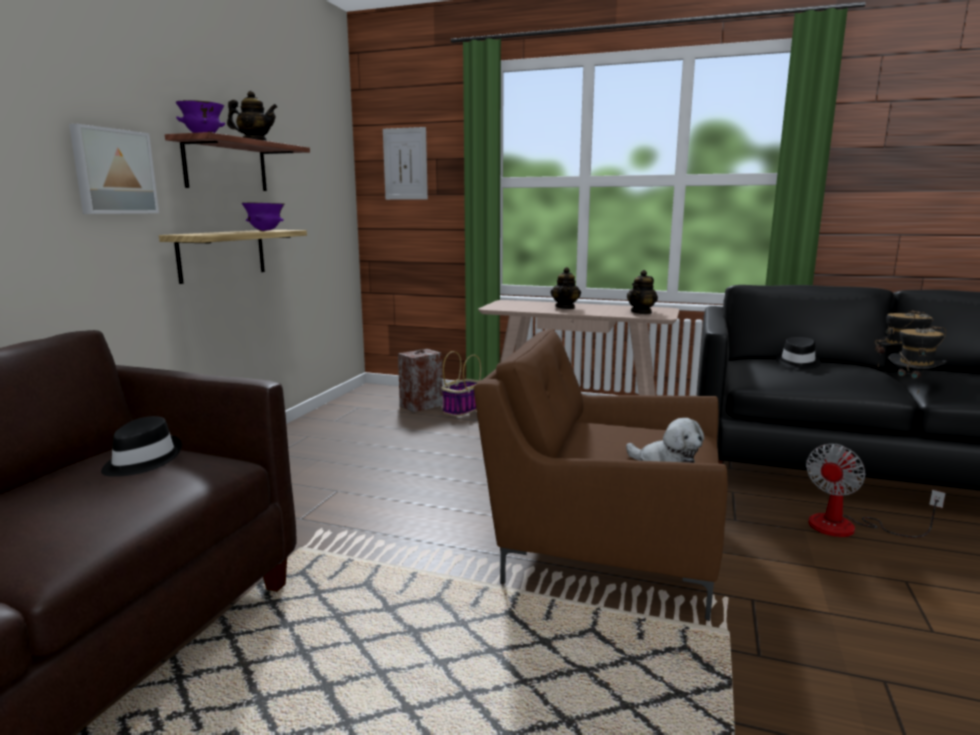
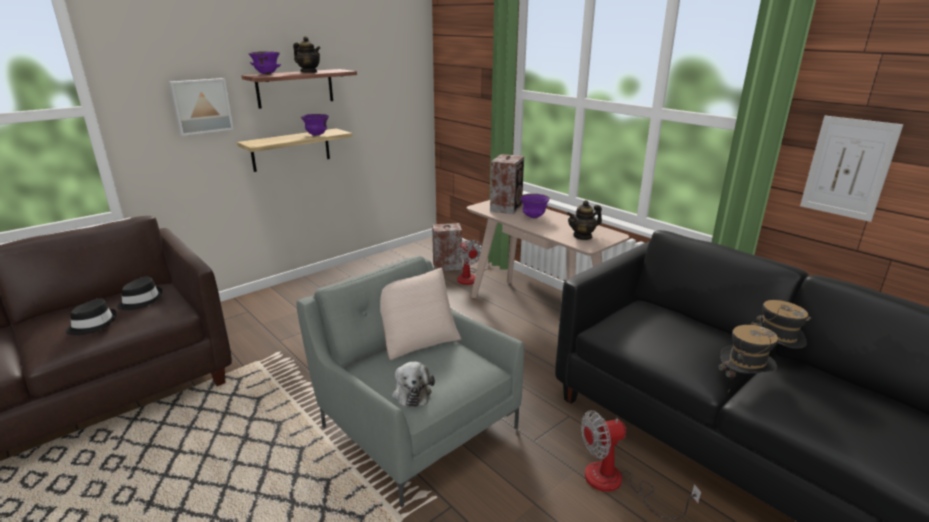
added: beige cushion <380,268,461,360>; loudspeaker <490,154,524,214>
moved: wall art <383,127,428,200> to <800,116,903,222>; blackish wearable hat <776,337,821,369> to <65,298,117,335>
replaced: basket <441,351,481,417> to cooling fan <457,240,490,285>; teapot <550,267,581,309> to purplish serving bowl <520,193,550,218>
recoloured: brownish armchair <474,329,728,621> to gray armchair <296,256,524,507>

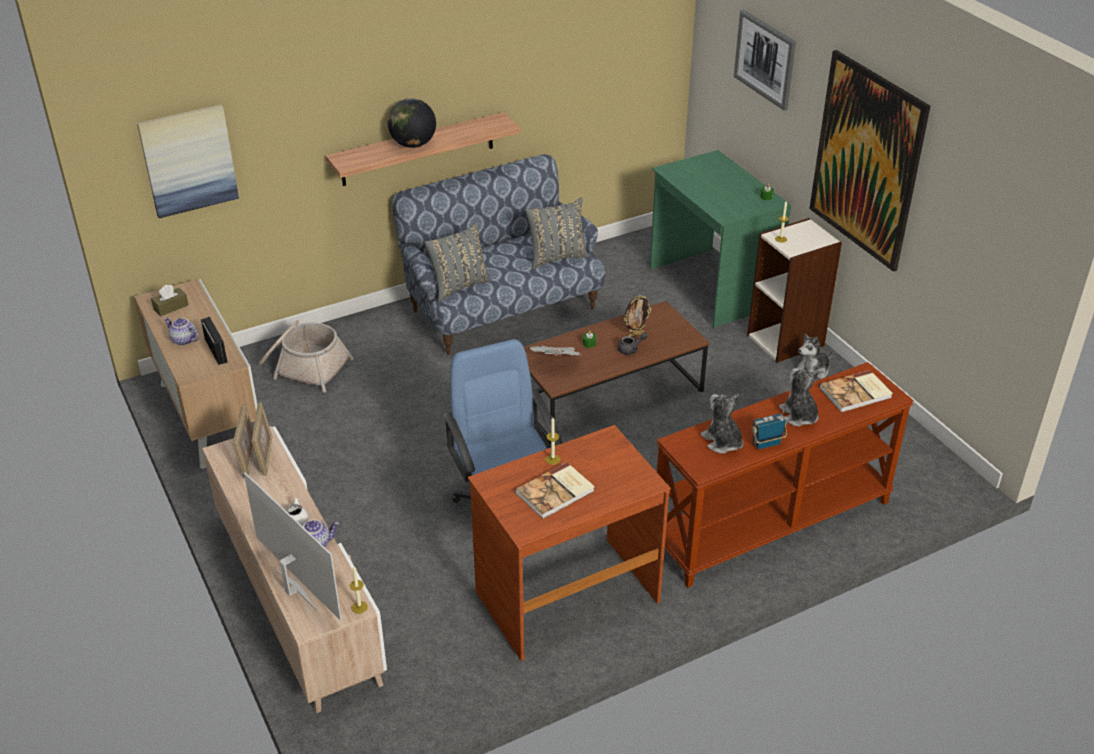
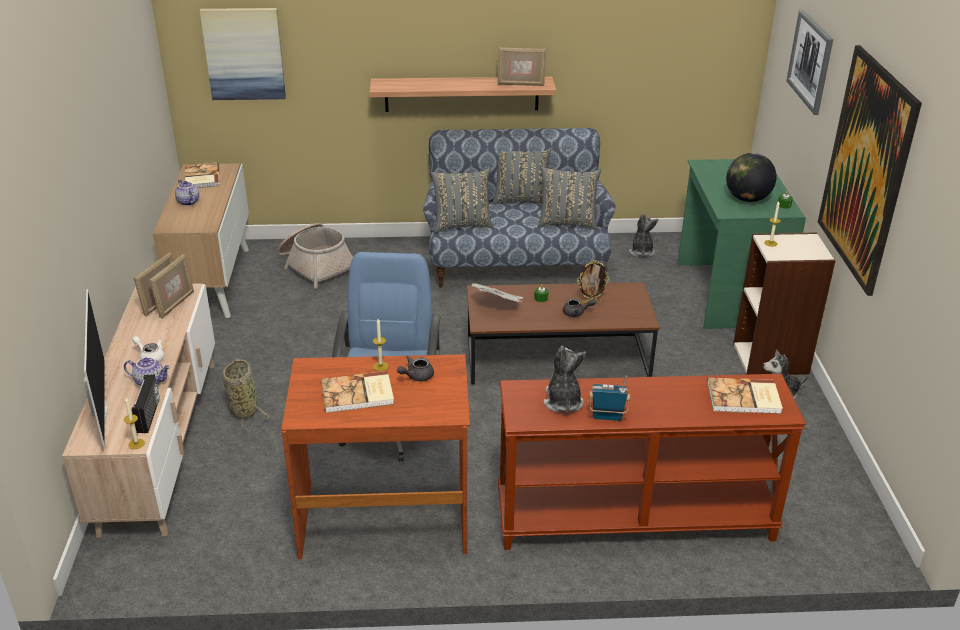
added: basket <222,359,269,430>; gray teapot <397,355,434,381>; gray cushion <492,148,551,204>; picture frame <498,47,546,86>
moved: radio receiver <201,317,228,365> to <132,374,160,433>; desk globe <388,98,436,148> to <726,153,777,202>; cuddly toy <779,368,819,427> to <629,213,658,257>
replaced: brownish box of tissues <151,285,188,316> to bound book <185,162,220,188>

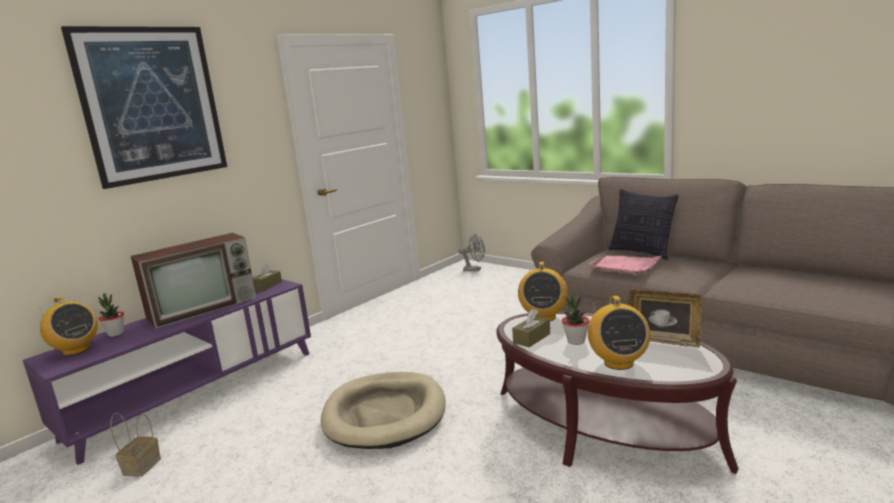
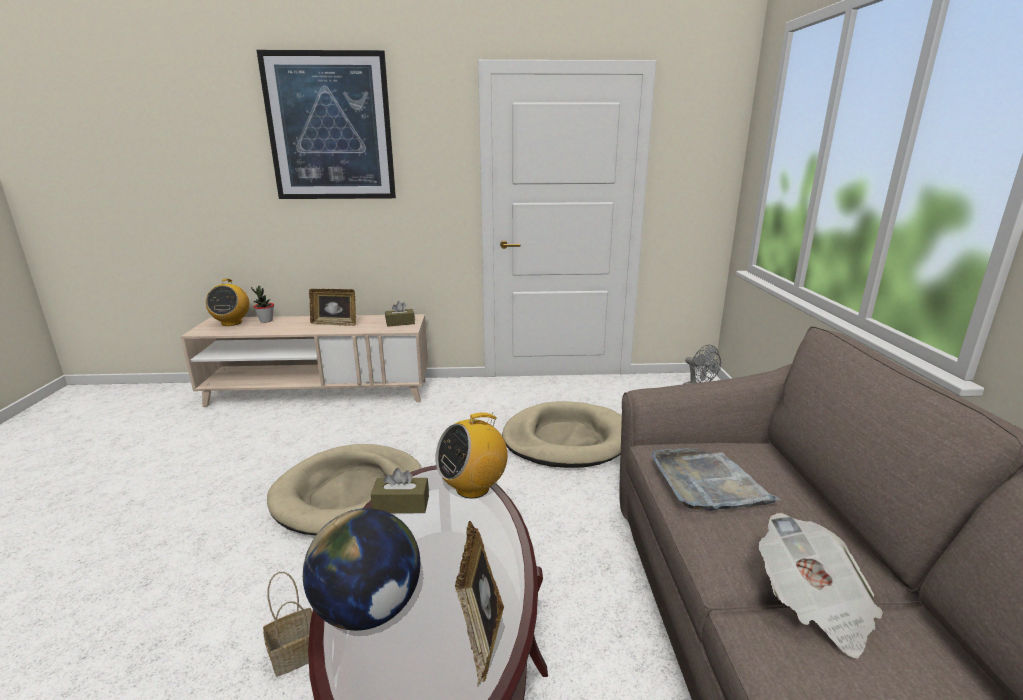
removed: houseplant <562,293,589,345>; cushion <609,189,679,260>
added: beige pet bed <502,401,622,468>; daily paper <759,513,883,658>
moved: basket <111,413,161,477> to <263,572,313,677>
replaced: TV set <131,233,256,329> to picture frame <309,289,356,326>; radio receiver <588,296,650,370> to desk globe <303,508,420,631>
recoloured: purplish tv unit <23,279,311,465> to beige tv unit <180,314,428,407>; pink-coloured tray <589,256,662,275> to gray tray <652,448,781,511>

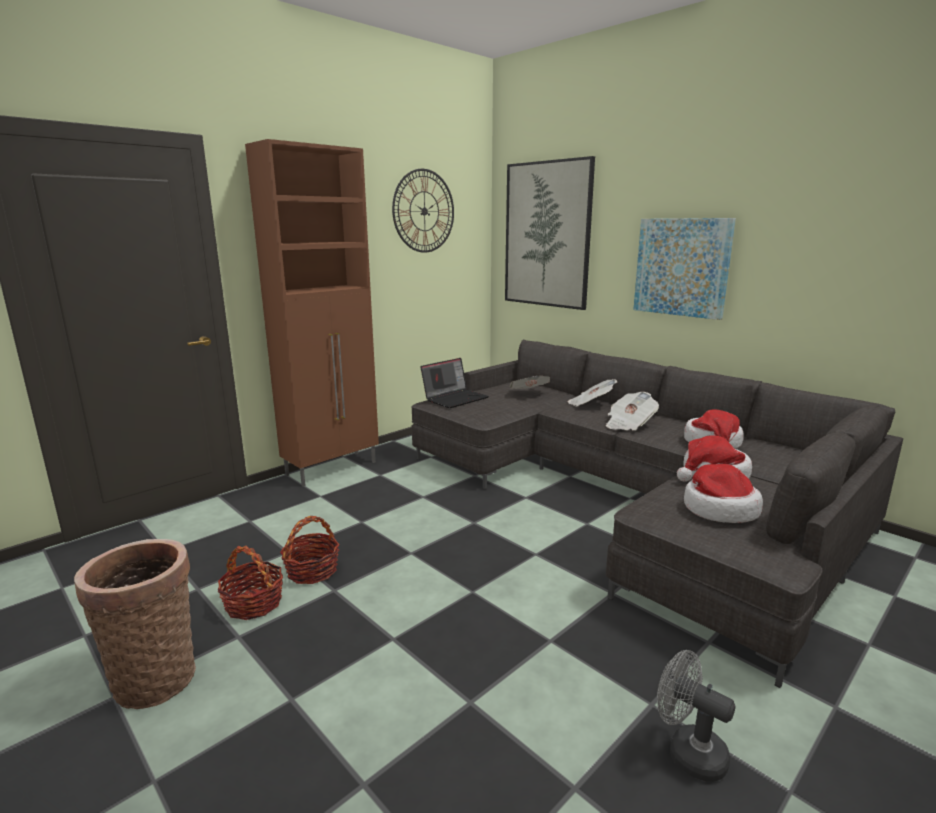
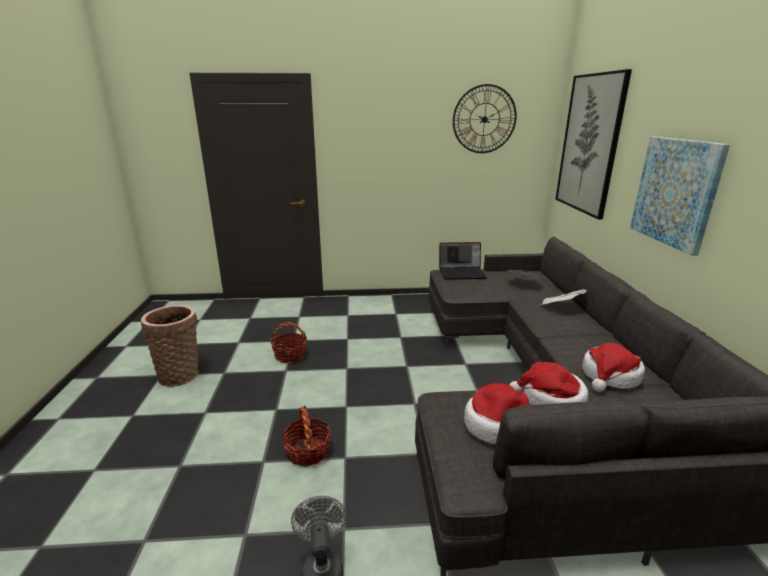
removed: brownish storage cabinet <245,139,379,486>; daily paper <606,392,659,431>
moved: basket <218,545,283,620> to <282,406,332,467>

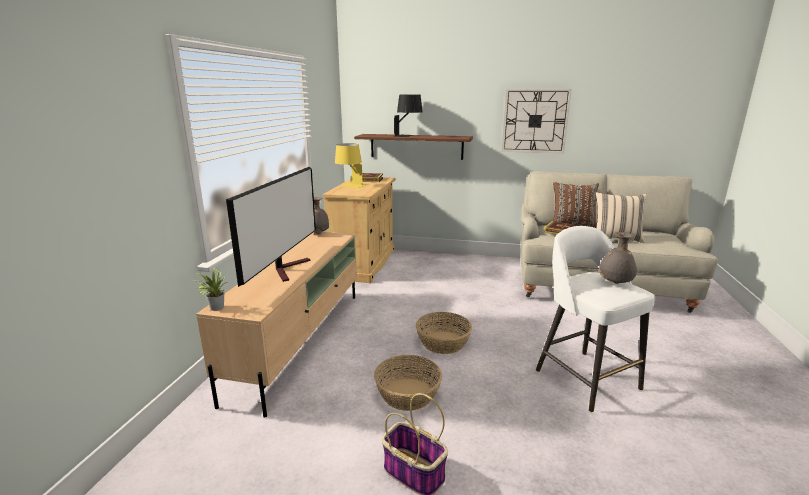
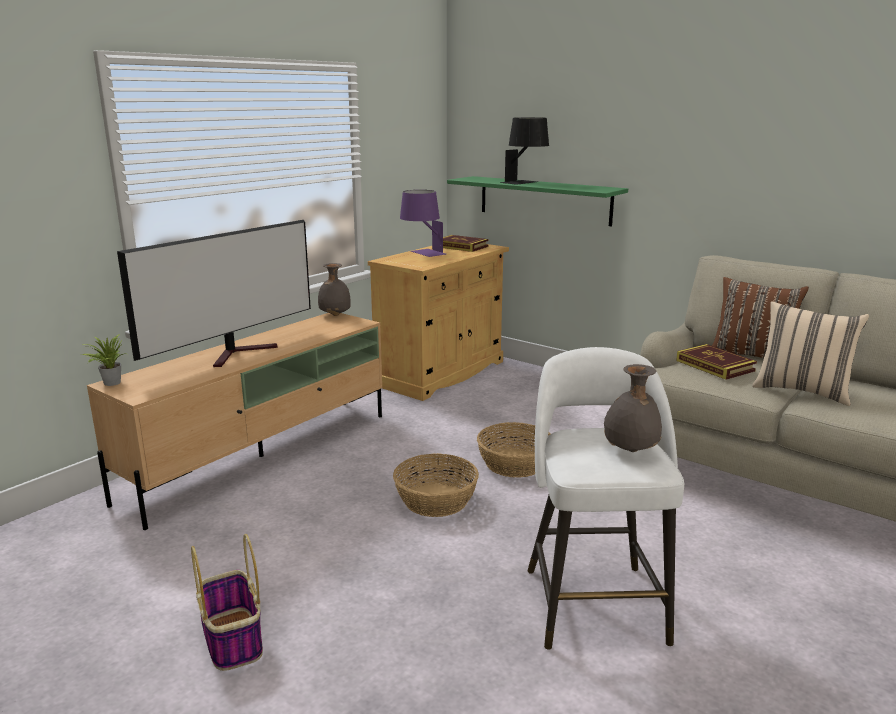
removed: clock on the wall <502,89,572,153>
moved: basket <374,355,442,411> to <477,422,551,477>
recoloured: yellowish lamp for a table <335,143,366,188> to purplish lamp for a table <400,190,446,257>; brownish wall shelf <354,134,473,160> to greenish wall shelf <447,176,628,226>

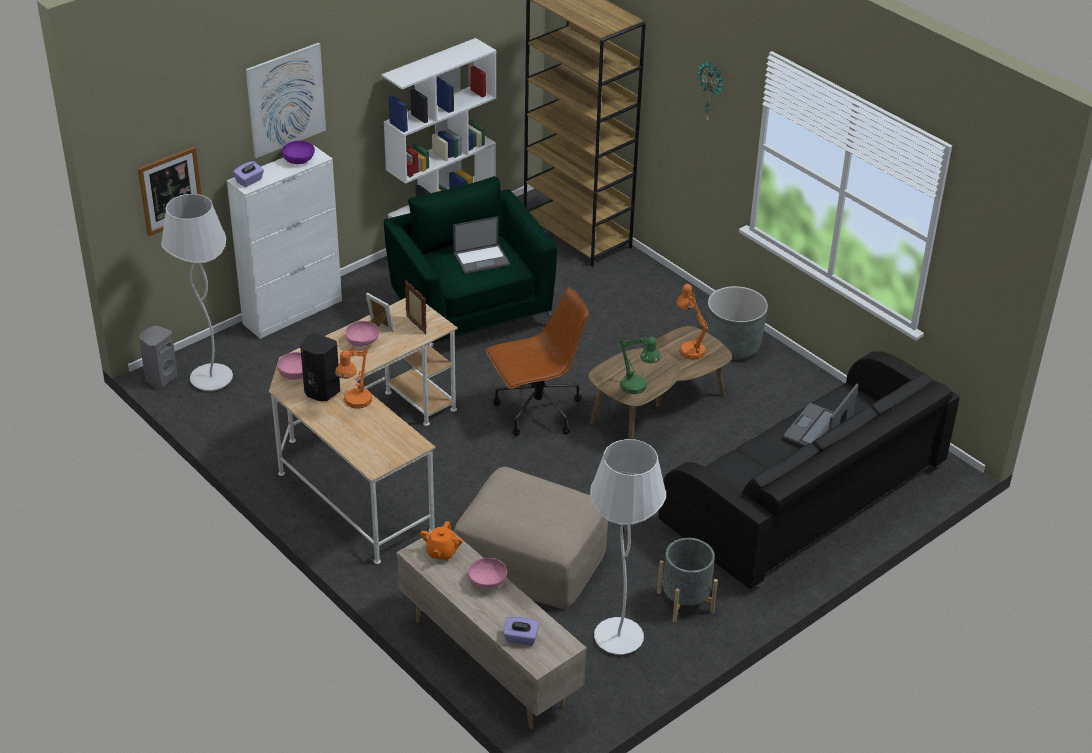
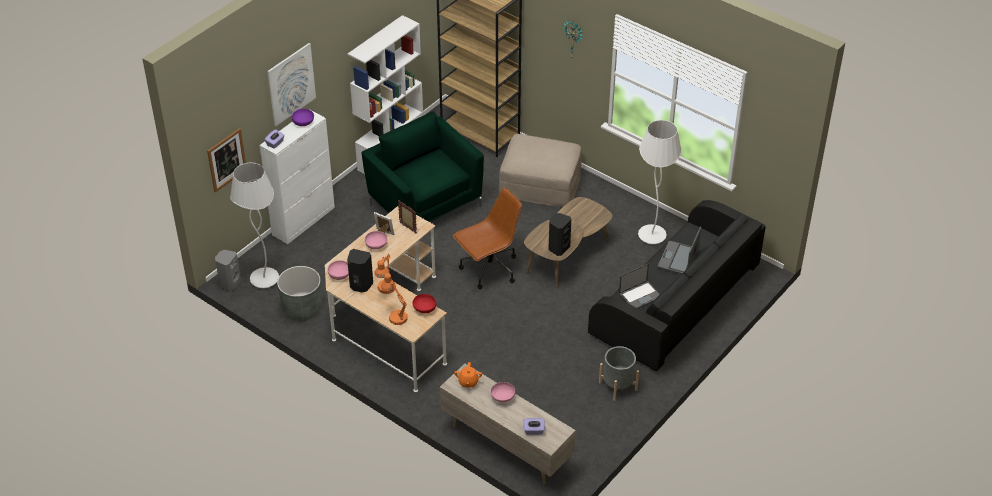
added: red-coloured serving bowl <412,294,436,313>
moved: laptop <453,216,510,274> to <619,263,660,308>; beige ottoman <454,467,608,609> to <499,134,582,207>; white-coloured standard lamp <590,439,666,655> to <638,120,682,244>; orange-coloured lamp for a table <676,284,708,360> to <381,273,408,325>; gray planter <707,286,768,360> to <277,266,321,320>
replaced: greenish lamp for a table <620,335,661,394> to blackish loudspeaker <549,213,571,256>

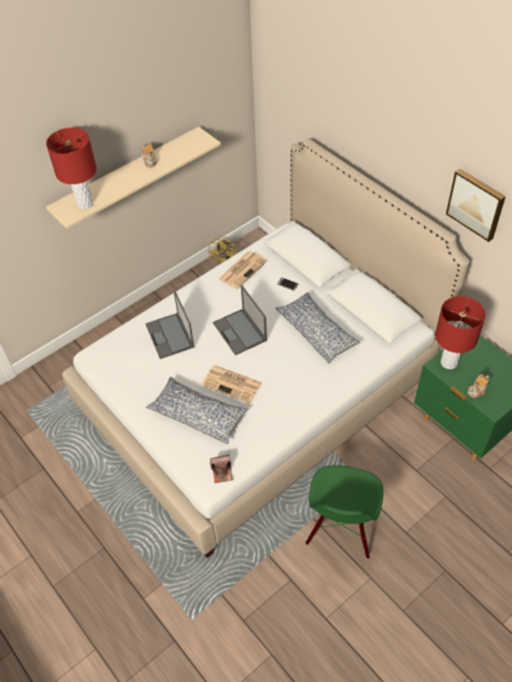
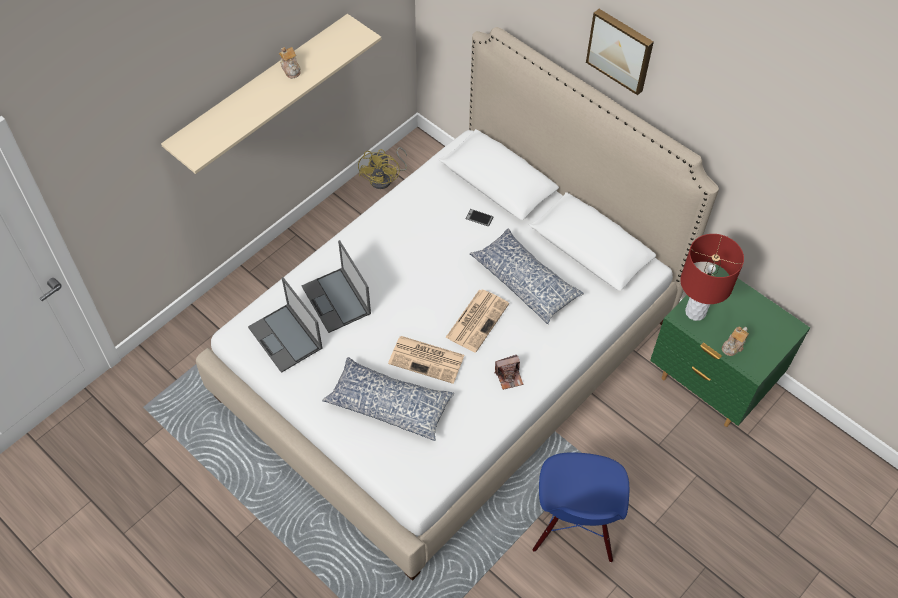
removed: red-coloured lamp for a table <46,128,97,209>
moved: photo camera <210,454,233,483> to <495,355,523,390>; laptop <213,285,267,355> to <248,277,322,373>; daily paper <219,251,267,289> to <445,290,509,353>; wall art <446,169,506,242> to <586,9,654,95>
recoloured: greenish upright chair <305,465,384,559> to blue-coloured upright chair <532,452,629,562>

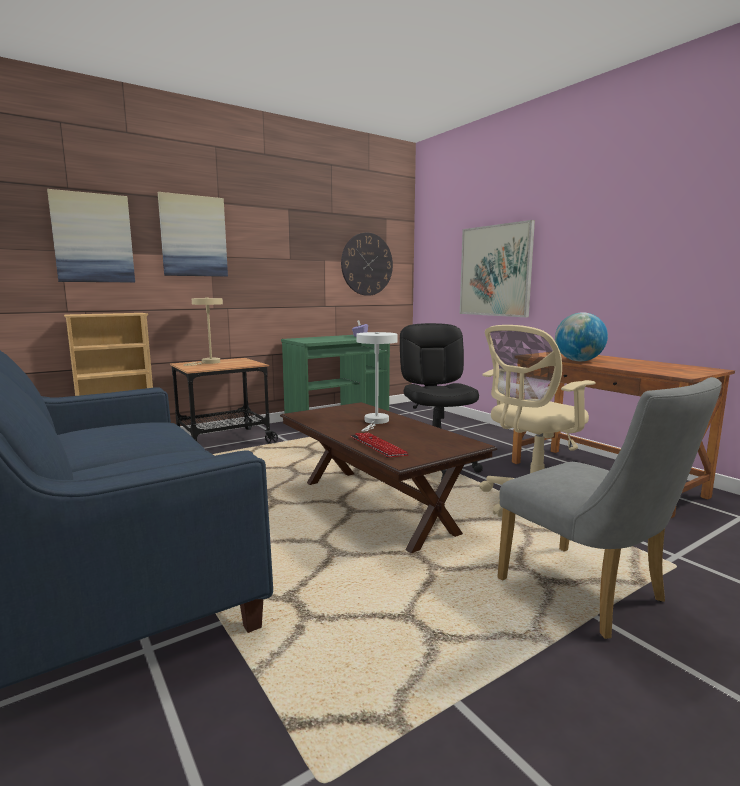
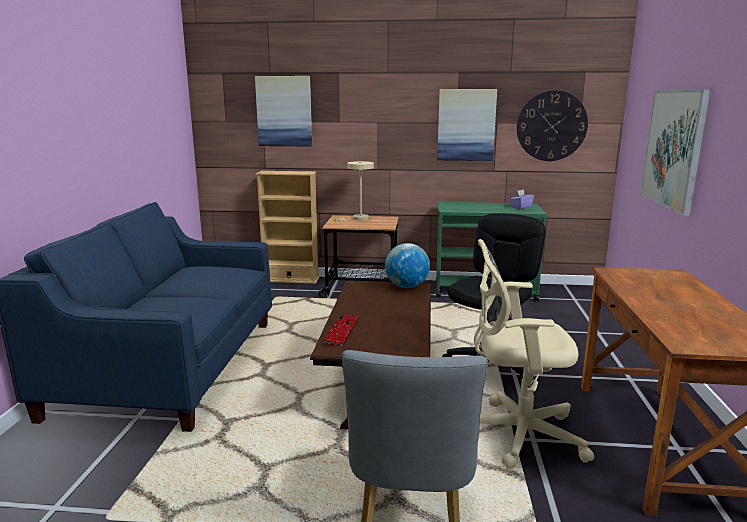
removed: white-coloured lamp for a table <356,332,398,432>
moved: wall art <158,192,228,277> to <437,89,497,161>; desk globe <555,312,608,361> to <385,243,430,288>

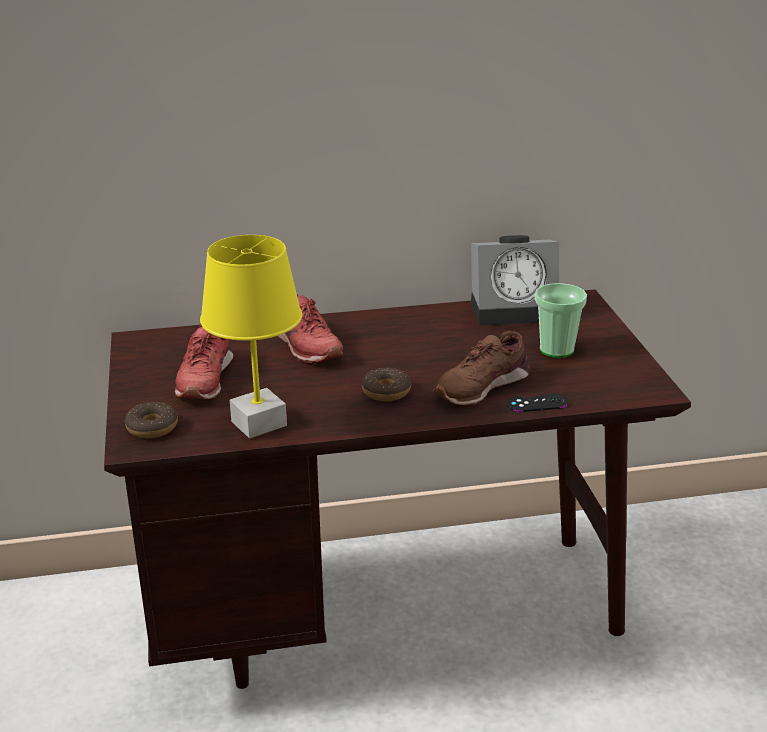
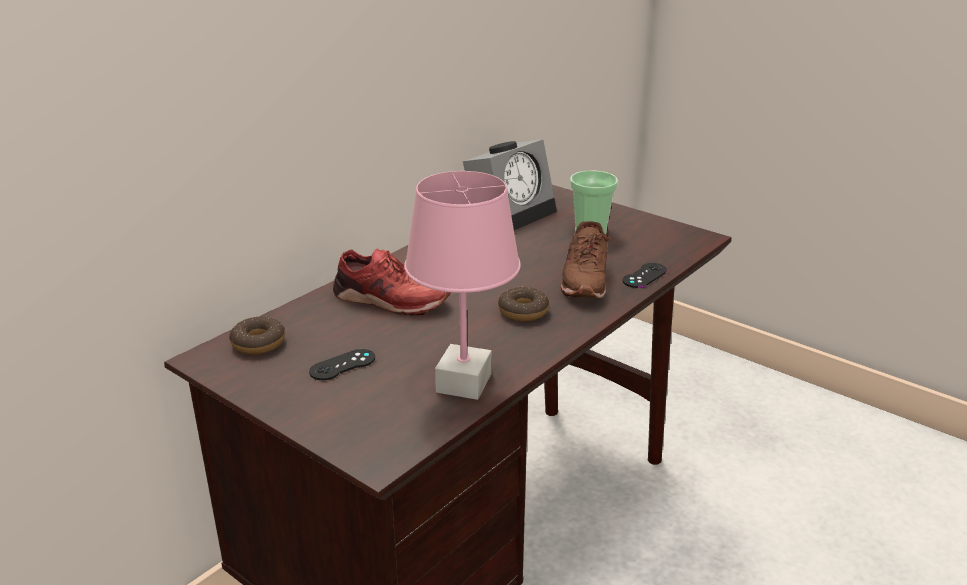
moved: ring doughnut <125,402,178,438> to <229,317,285,354>
replaced: red-coloured low shoe <175,323,234,399> to blackish game controller <309,349,375,380>
recoloured: yellowish lamp for a table <200,235,302,438> to pink-coloured lamp for a table <404,171,521,400>

